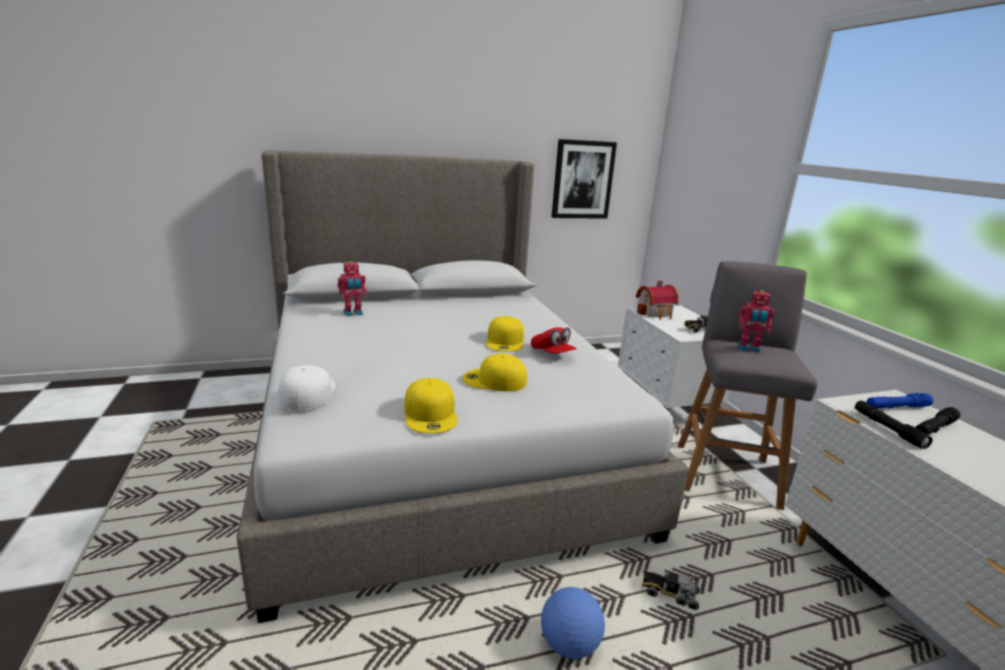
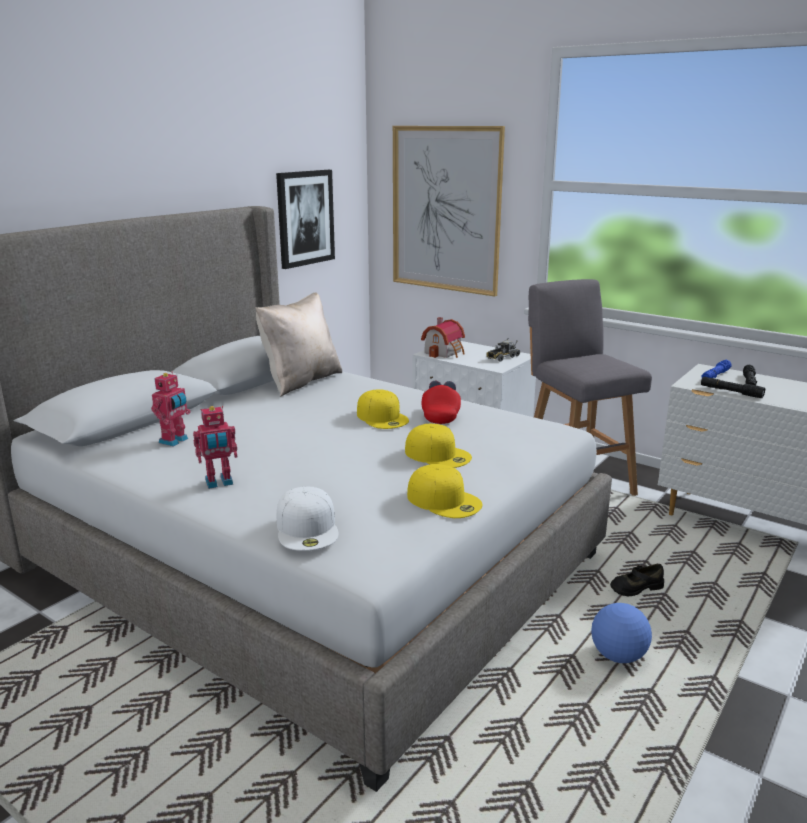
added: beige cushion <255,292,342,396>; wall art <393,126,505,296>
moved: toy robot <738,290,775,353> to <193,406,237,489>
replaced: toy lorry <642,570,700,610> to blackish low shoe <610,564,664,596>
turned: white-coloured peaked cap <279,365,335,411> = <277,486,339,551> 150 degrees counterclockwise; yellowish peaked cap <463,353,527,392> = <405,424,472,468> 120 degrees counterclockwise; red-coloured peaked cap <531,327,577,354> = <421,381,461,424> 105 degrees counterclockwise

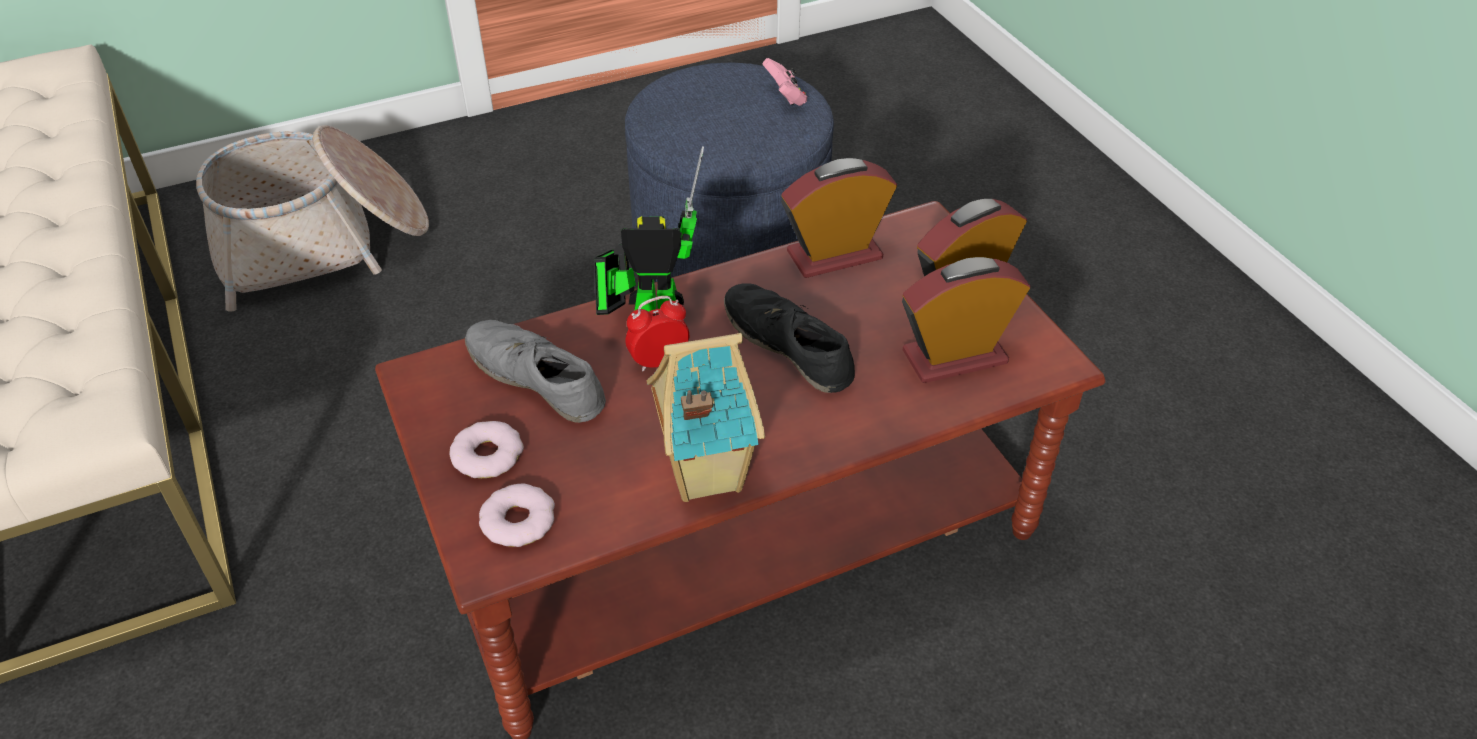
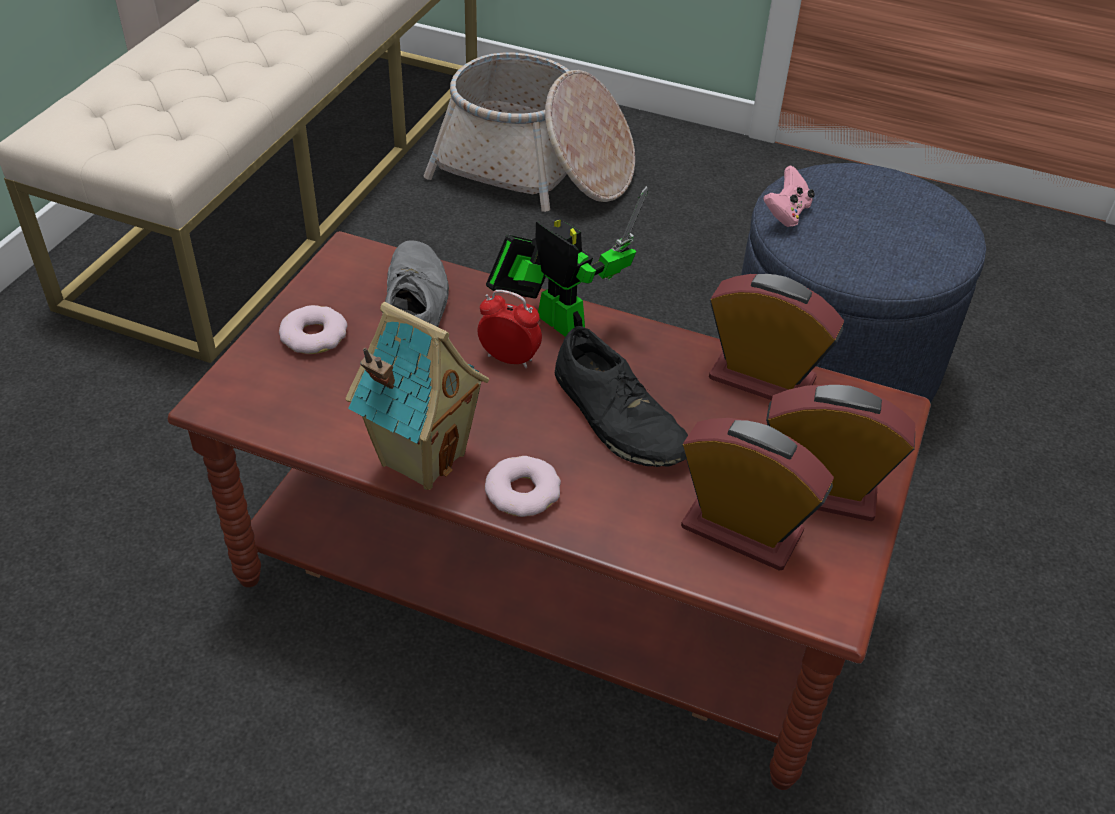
moved: ring doughnut <479,484,555,547> to <485,456,561,517>; pink-coloured game controller <762,58,807,106> to <763,165,815,227>
turned: blackish low shoe <724,283,855,393> = <555,326,688,467> 135 degrees clockwise

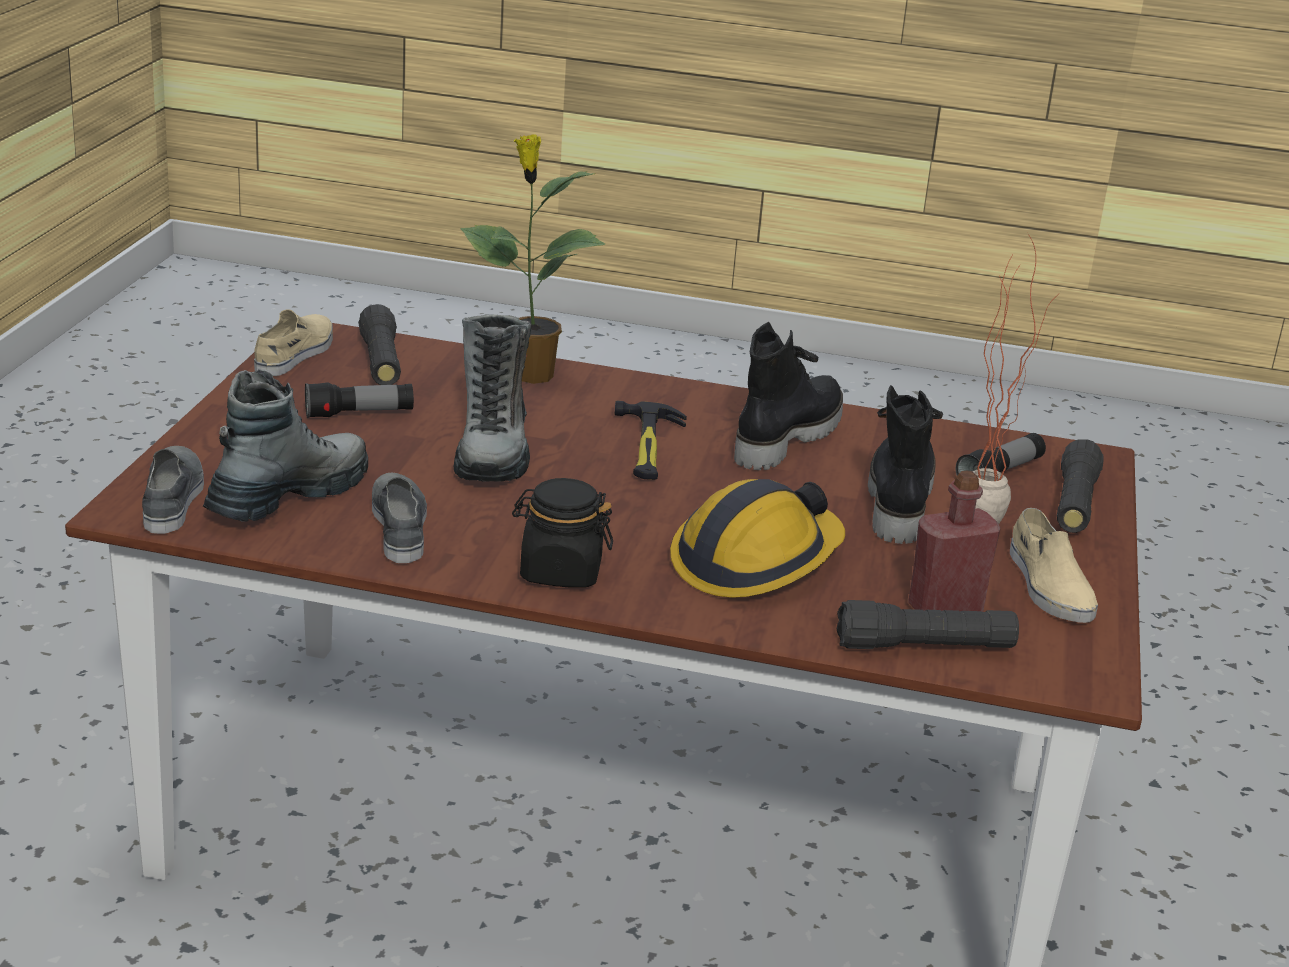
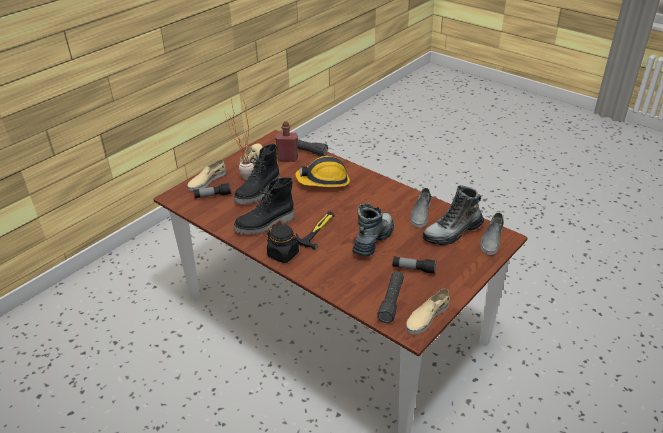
removed: houseplant <461,134,605,384>
moved: blackish jar <512,478,613,588> to <267,225,299,263>
replaced: blackish hand torch <1057,439,1103,533> to beige low shoe <187,160,226,191>

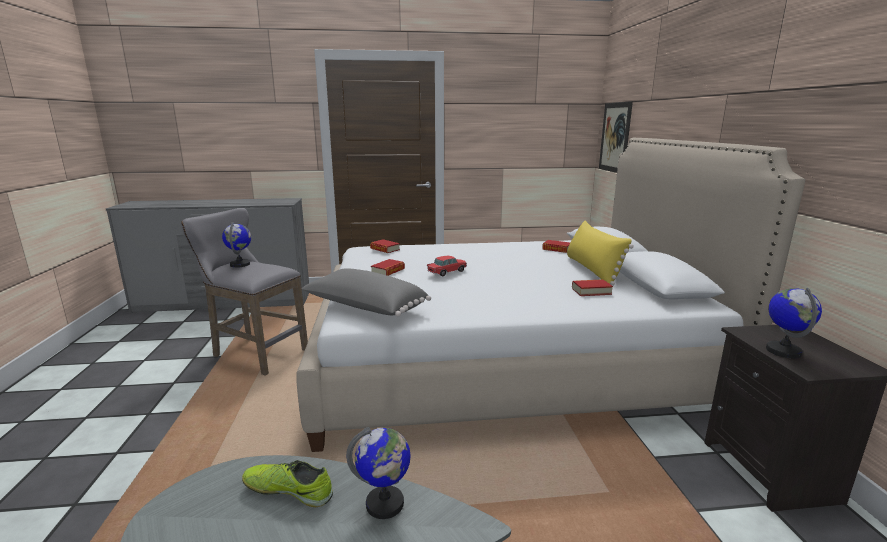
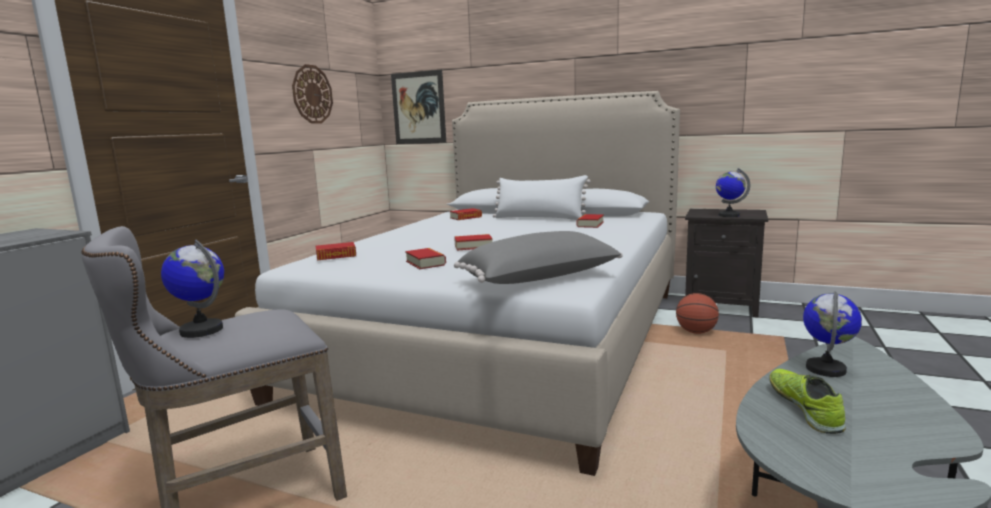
added: clock on the wall <292,64,333,124>; ball for basketball <676,293,719,334>
replaced: miniature car <427,255,467,276> to bound book <454,234,492,251>
recoloured: yellowish cushion <567,220,634,286> to white-coloured cushion <493,175,591,220>
turned: low shoe <242,460,333,507> = <769,369,846,434> 135 degrees clockwise

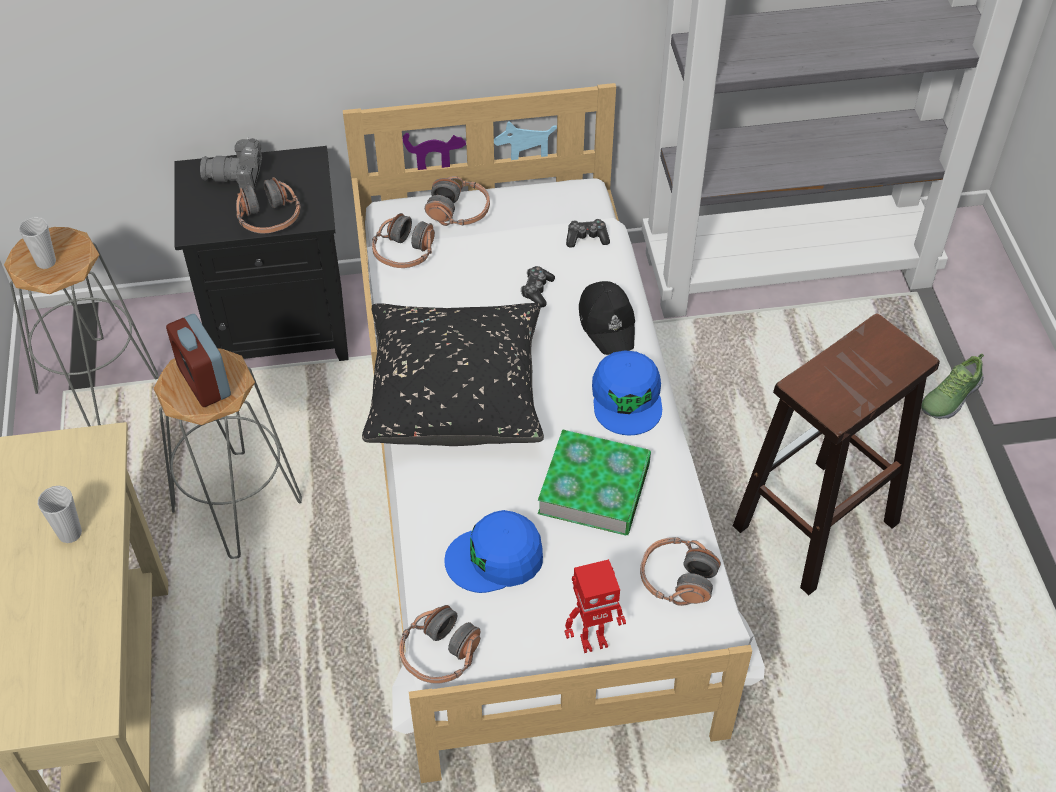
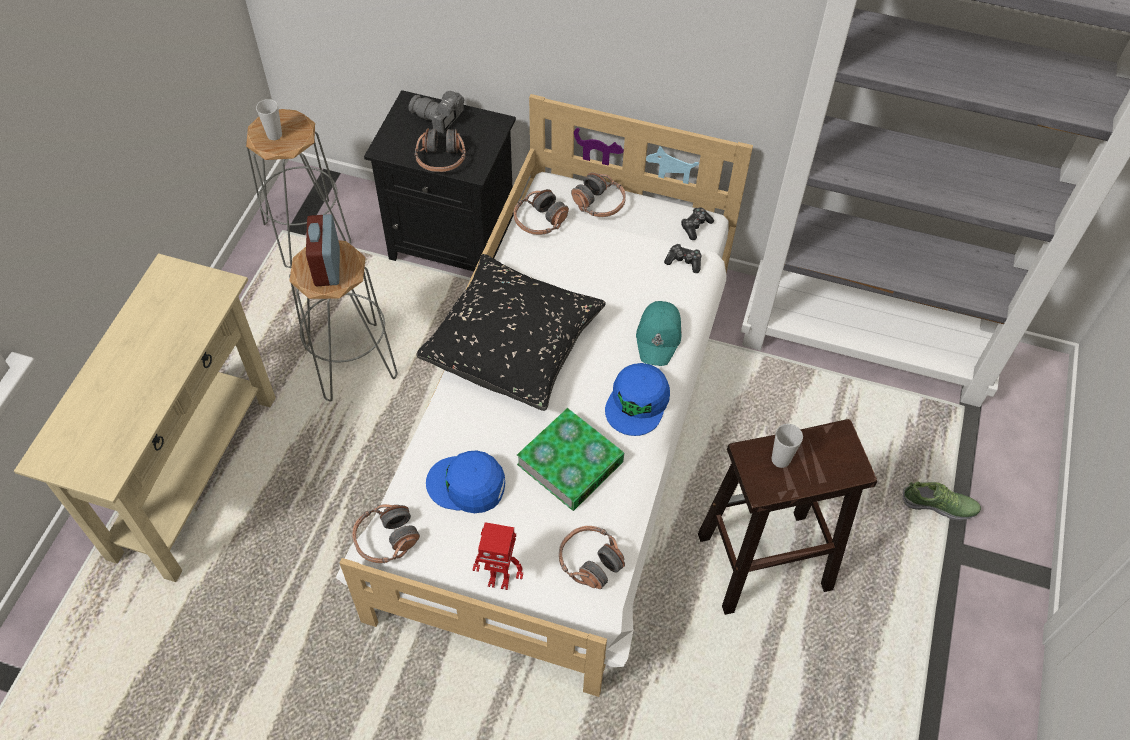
moved: cup <38,486,82,543> to <771,424,803,468>; game controller <521,266,555,308> to <681,208,714,240>
recoloured: blackish peaked cap <579,281,635,355> to turquoise-coloured peaked cap <636,301,682,366>
turned: low shoe <921,354,984,419> = <903,482,981,520> 150 degrees counterclockwise

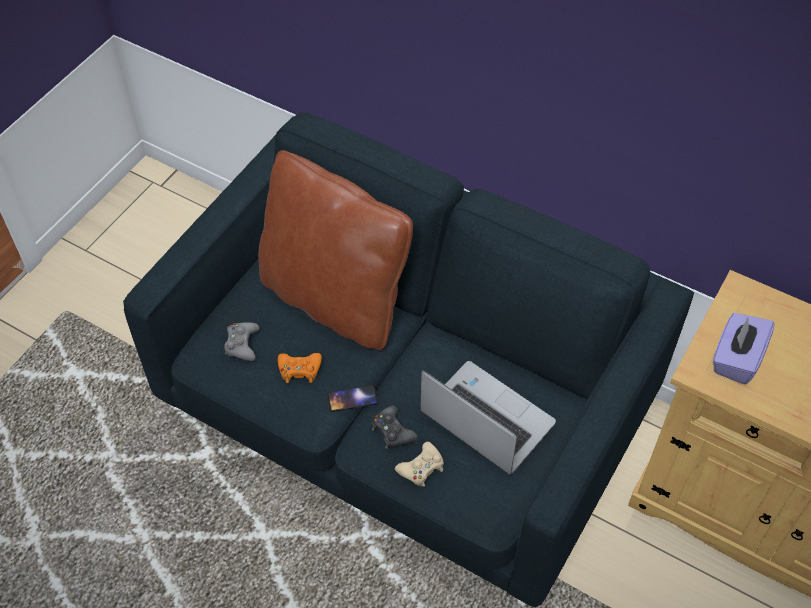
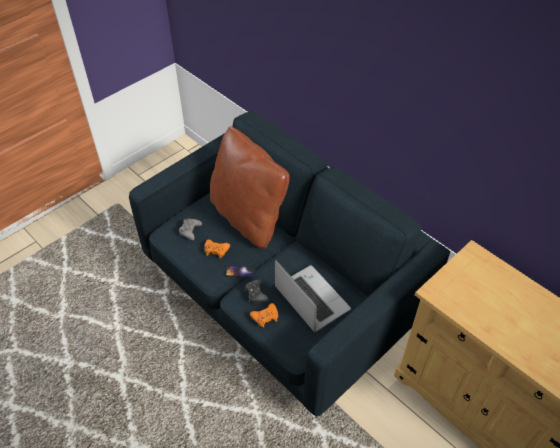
removed: purplish box of tissues <713,313,775,384>
recoloured: beige game controller <395,442,444,487> to orange-coloured game controller <250,303,278,327>

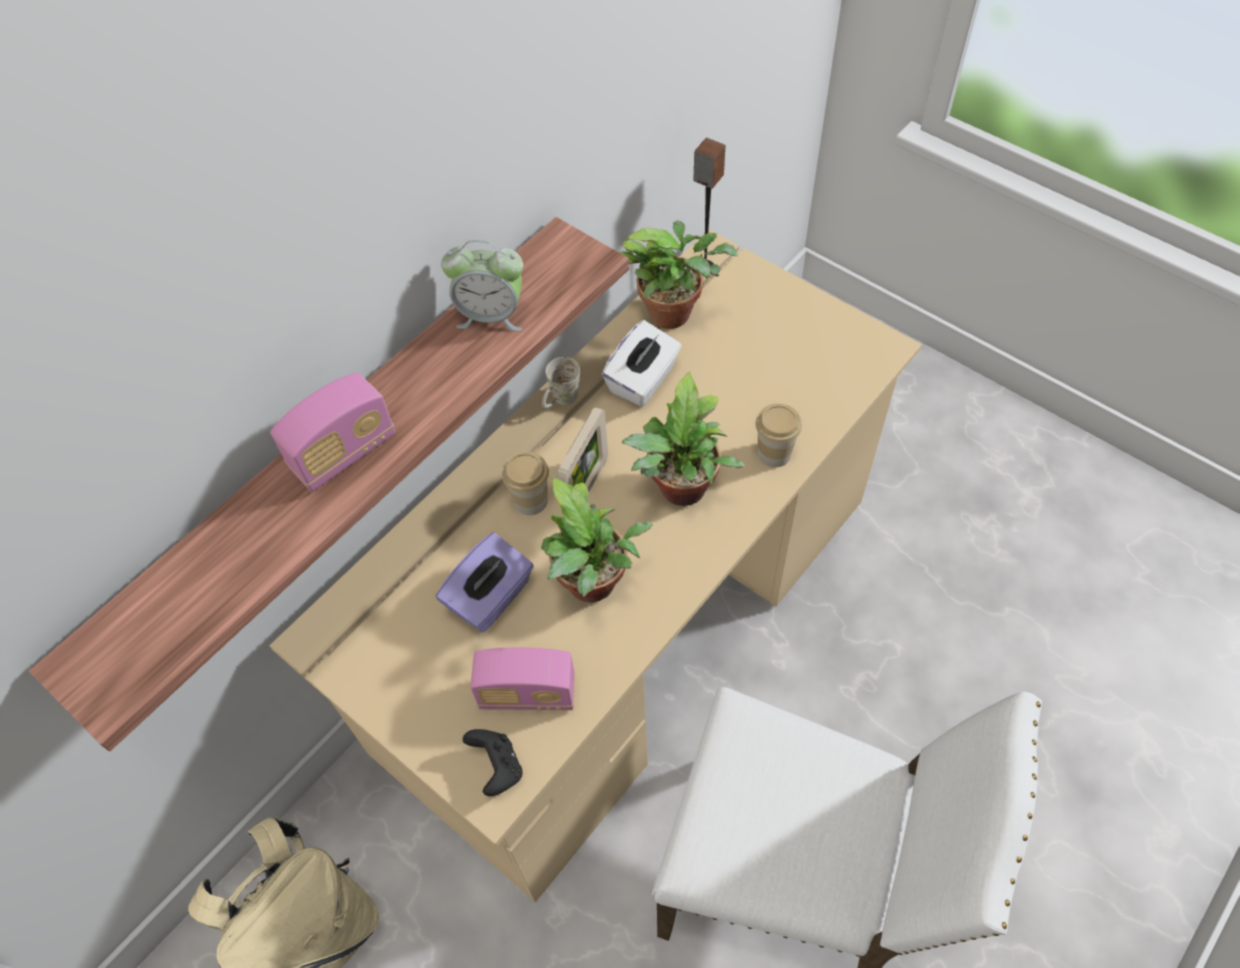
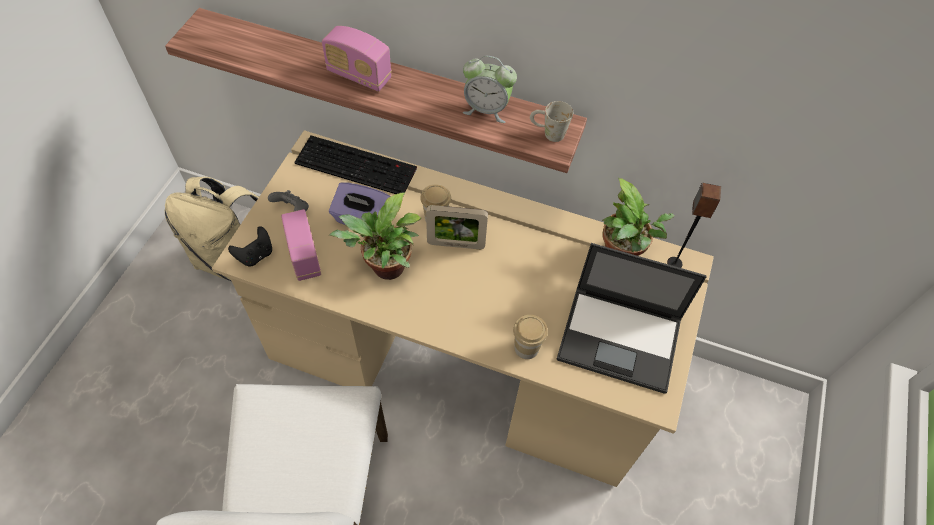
removed: white-coloured box of tissues <602,320,682,407>; houseplant <622,372,745,506>
added: gray game controller <268,190,309,211>; computer keyboard <294,136,417,194>; laptop <557,243,707,394>
moved: white-coloured tea mug <542,357,580,409> to <530,101,573,142>
turned: bedside clock <441,240,523,331> = <463,56,517,123> 60 degrees counterclockwise

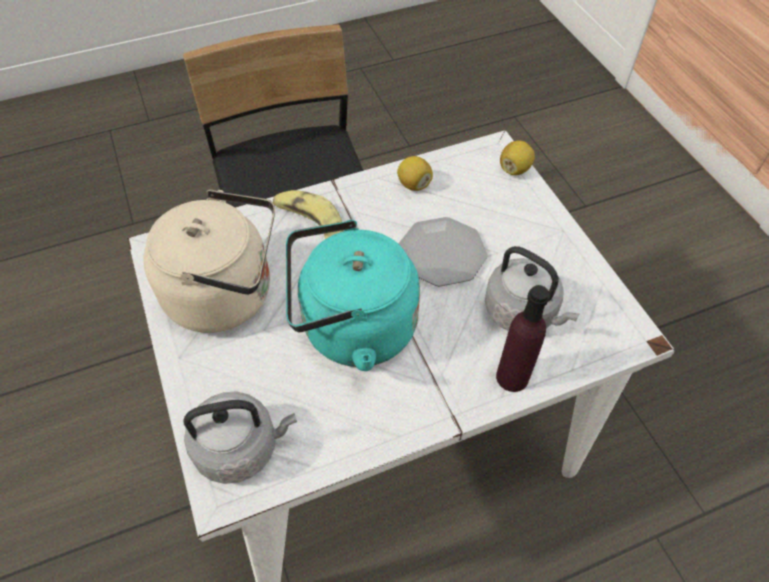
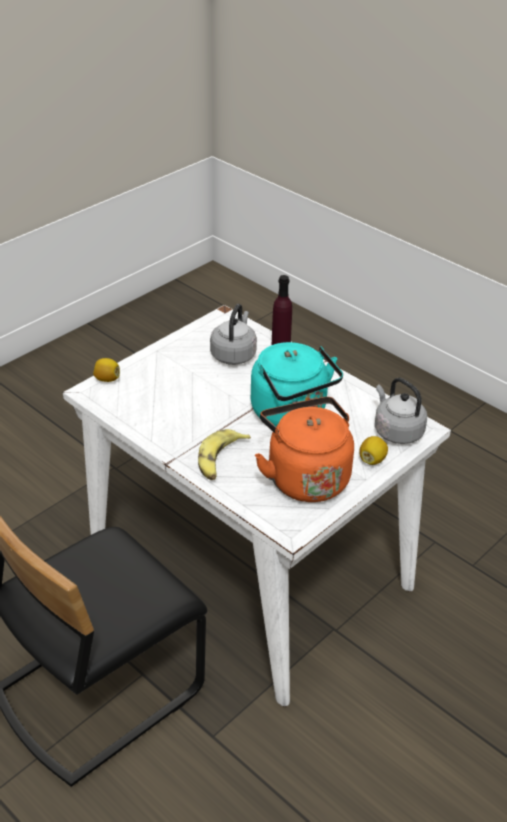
removed: dinner plate <399,217,488,287>
moved: citrus fruit <397,156,433,191> to <359,436,388,465>
recoloured: beige tea kettle <143,190,275,333> to orange-coloured tea kettle <255,397,354,502>

